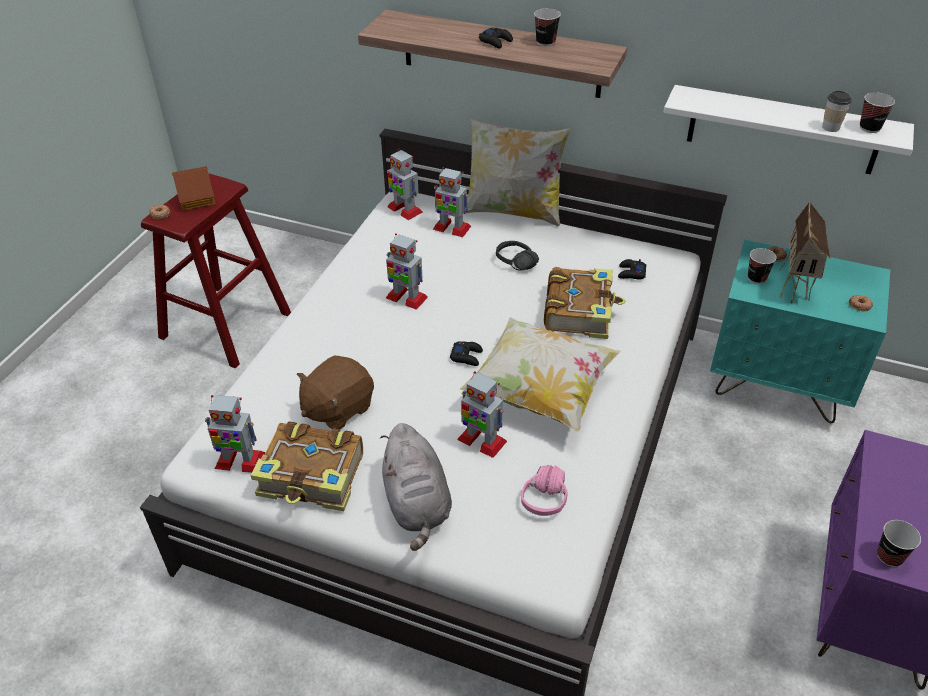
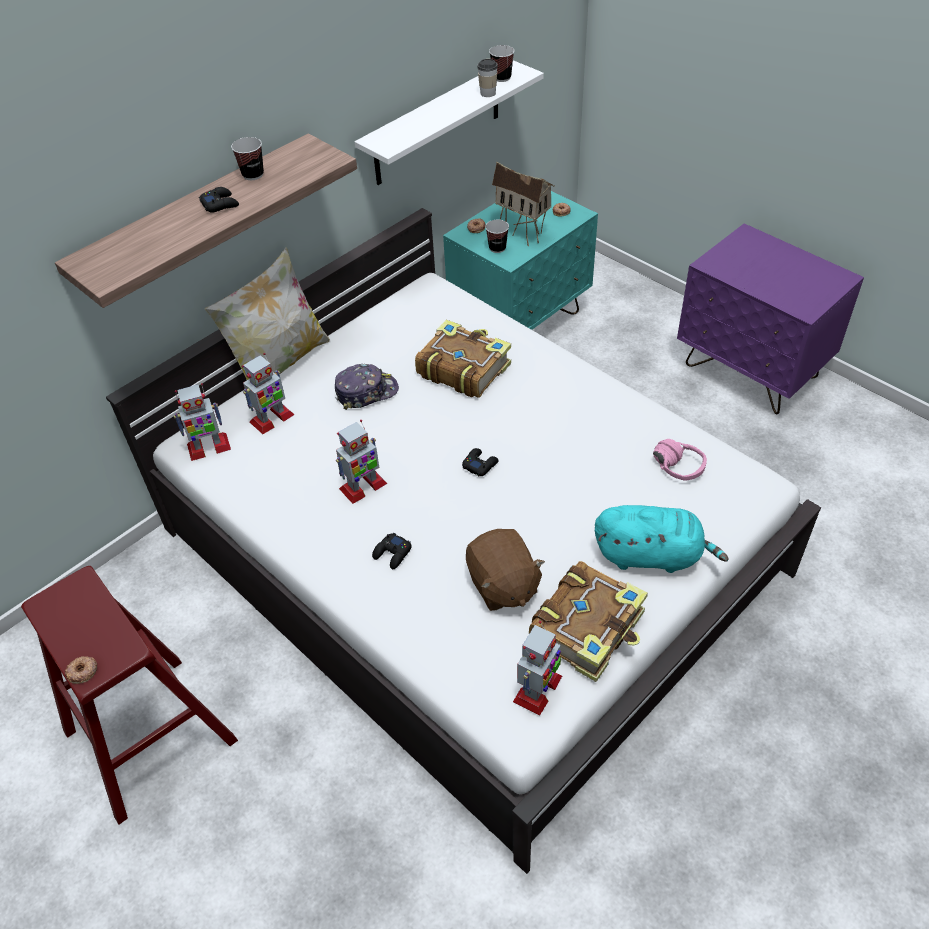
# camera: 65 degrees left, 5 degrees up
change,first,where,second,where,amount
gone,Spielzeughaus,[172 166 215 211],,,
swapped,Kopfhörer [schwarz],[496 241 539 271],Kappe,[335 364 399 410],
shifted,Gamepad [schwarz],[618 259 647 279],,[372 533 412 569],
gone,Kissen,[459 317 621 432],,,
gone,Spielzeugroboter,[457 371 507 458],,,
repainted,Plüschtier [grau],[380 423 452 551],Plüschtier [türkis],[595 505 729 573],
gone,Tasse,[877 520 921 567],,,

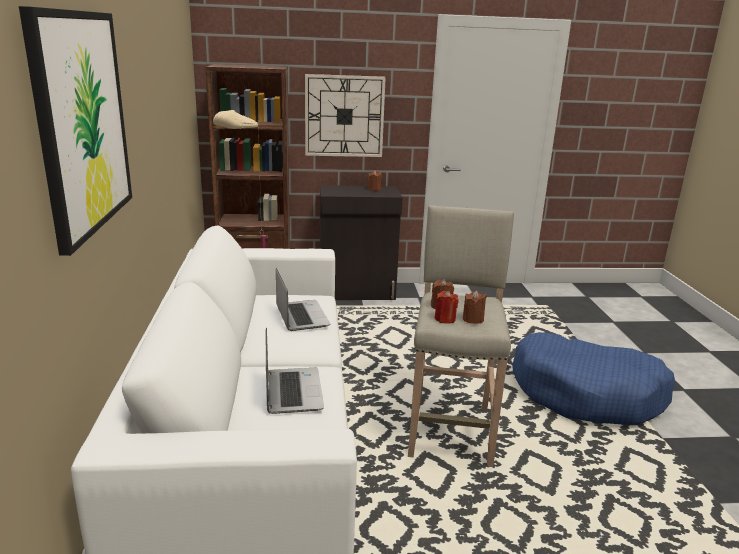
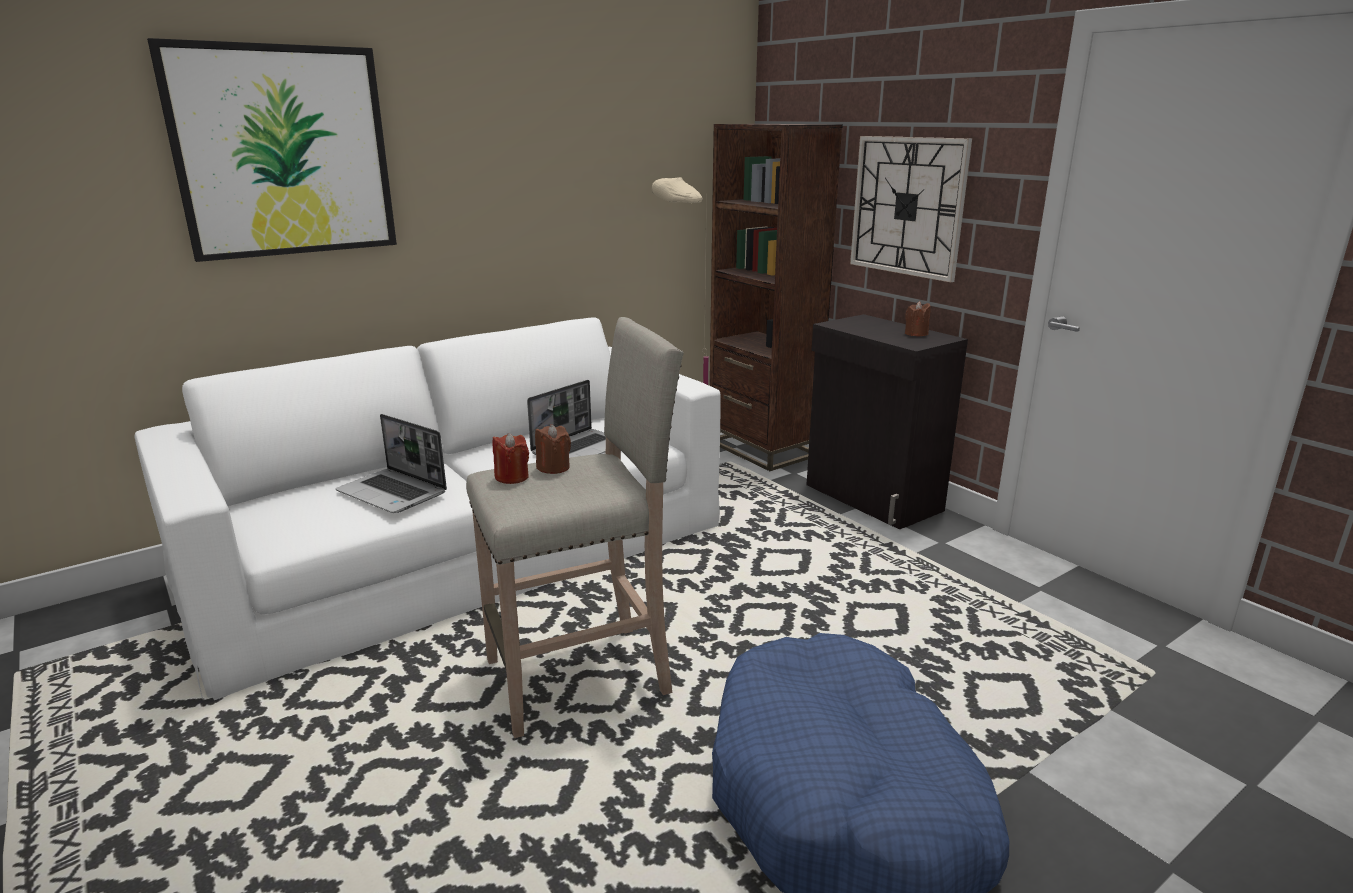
# camera: 60 degrees right, 0 degrees up
change,first,where,second,where,amount
gone,Kerze [braun],[463 291 487 324],,,
rotated,Laptop,[266 328 324 414],,[336 414 447 513],75 degrees clockwise

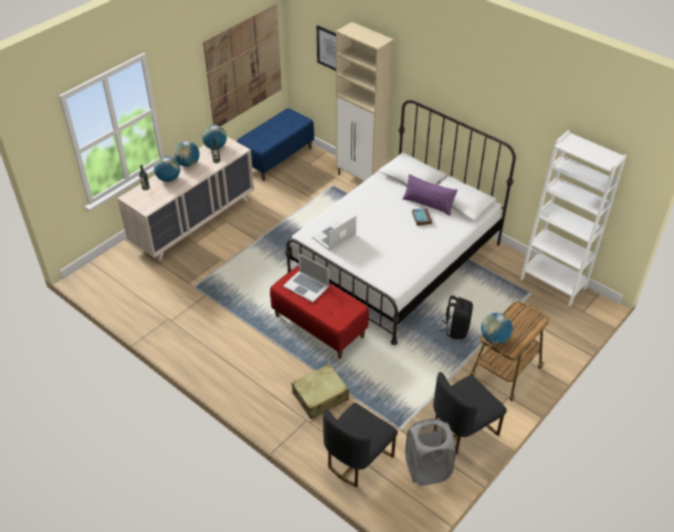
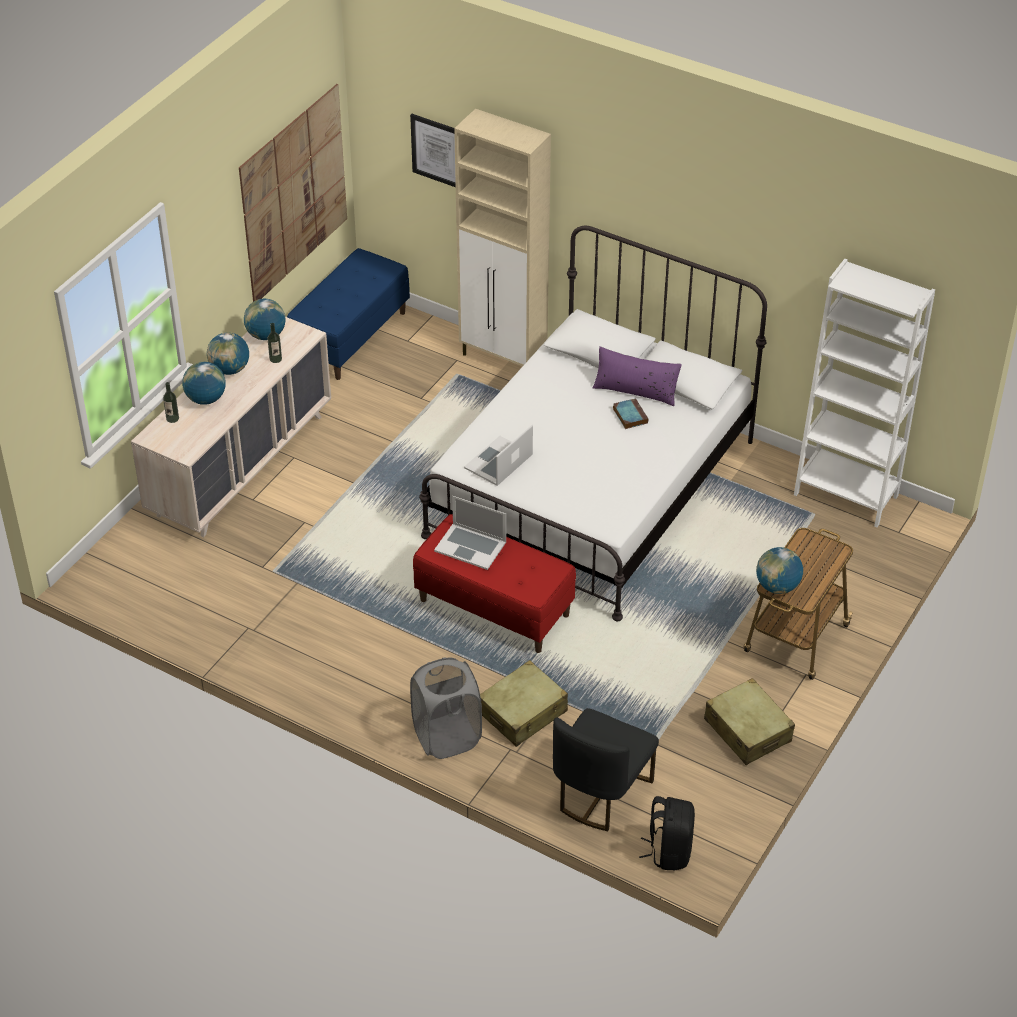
# camera: 10 degrees left, 0 degrees up
change,first,where,second,where,amount
shifted,Rucksack [schwarz],[439 296 473 340],,[639 796 695 870],
swapped,Stuhl [schwarz],[433 372 507 454],Koffer [beige],[704 678 795 765],
shifted,Wäschekorb [grau],[405 418 456 486],,[410 657 482 759],

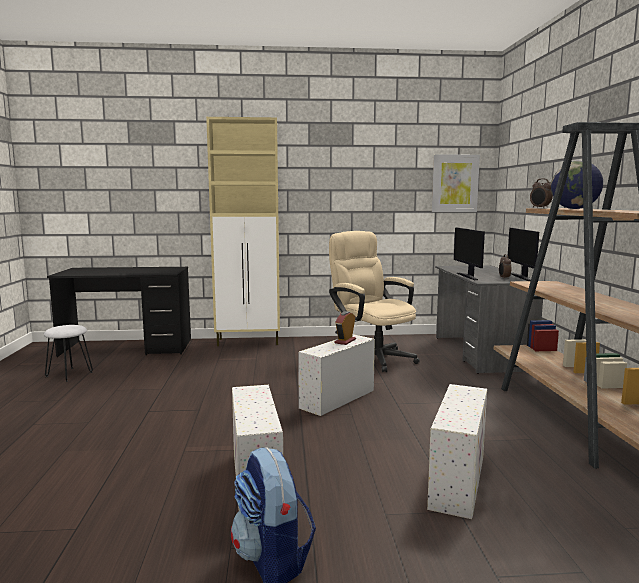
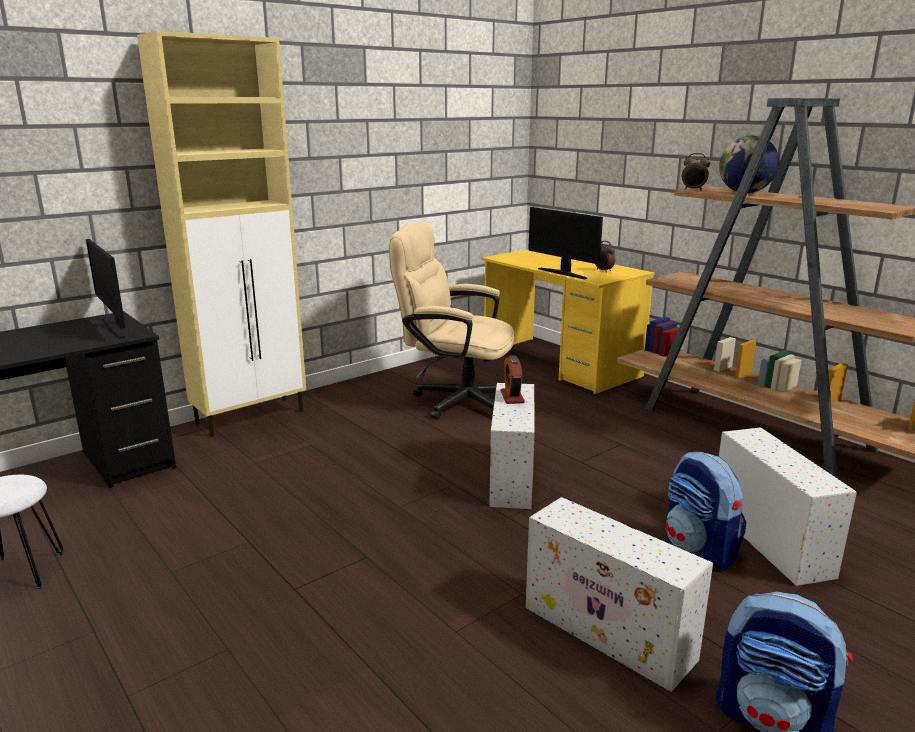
# camera: 35 degrees left, 10 degrees up
change,first,where,second,where,amount
gone,Bild,[432 154 480 212],,,
shifted,Monitor,[508 228 539 281],,[86 239 125 339],
repainted,Schreibtisch [grau],[435 265 543 374],Schreibtisch [gelb],[481 250 655 394],
new,,,Rucksack,[665 452 746 573],

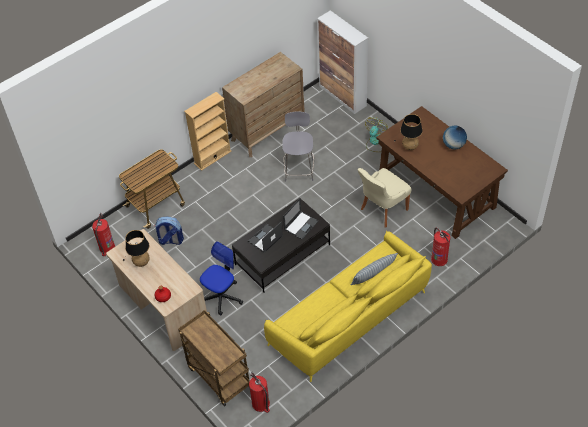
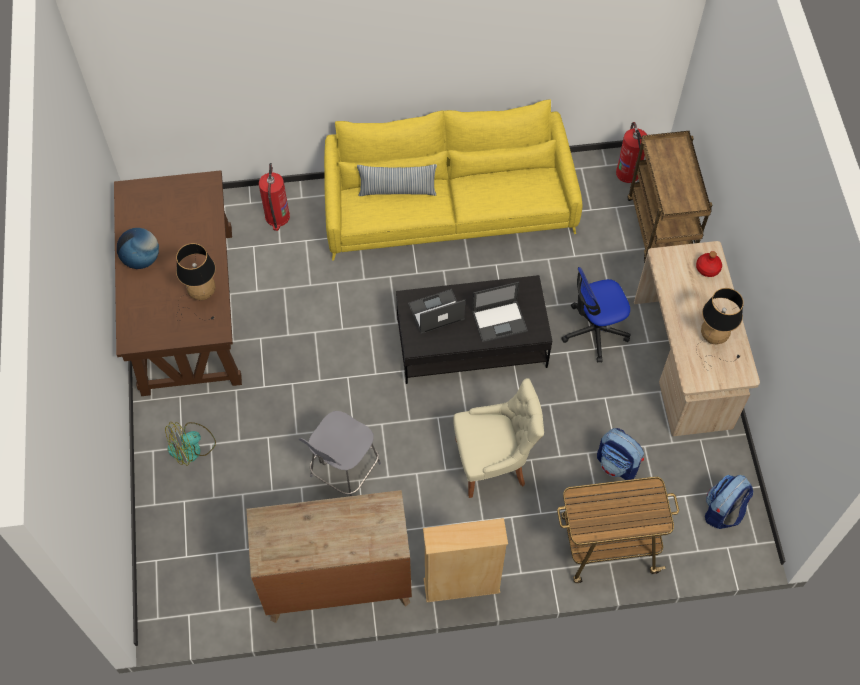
# camera: 150 degrees left, 10 degrees up
change,first,where,second,where,amount
gone,Schrank,[317 10 368 114],,,
shifted,Stuhl [beige],[357 168 411 227],,[453 378 544 498],
swapped,Feuerlöscher,[92 213 115 256],Rucksack,[705 475 753 529],

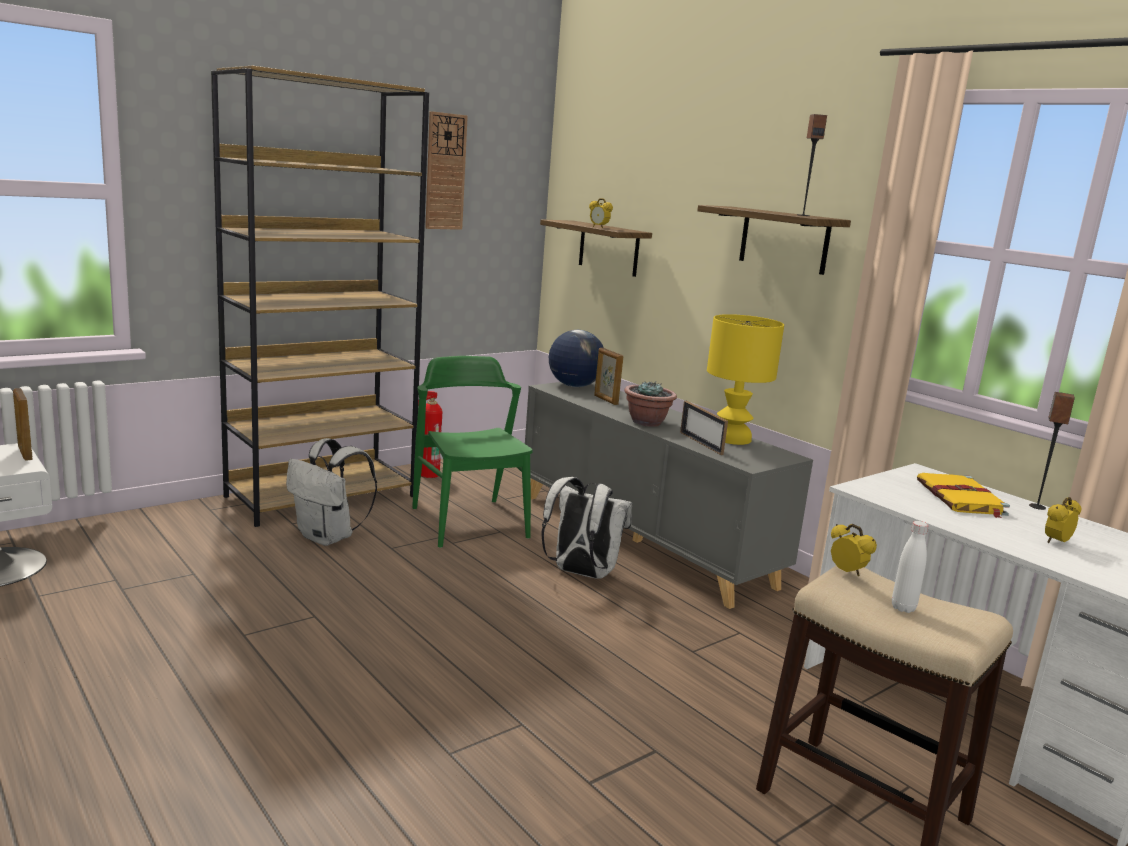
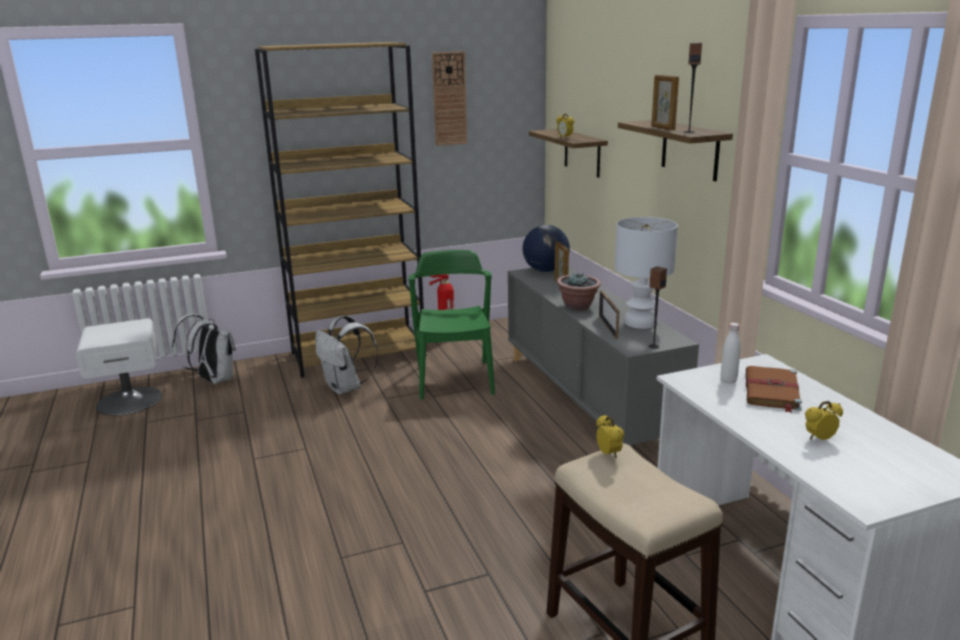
# camera: 20 degrees right, 5 degrees up
change,first,where,second,where,amount
repainted,Tischlampe [gelb],[707 314 784 445],Tischlampe [weiß],[615 217 678 329],
shifted,Bilderrahmen,[13 388 33 461],,[651 75 679 130],
shifted,Lautsprecher,[1029 392 1075 510],,[648 266 667 349],
repainted,Buch [gelb],[917 473 1010 518],Buch [braun],[746 366 802 413],
shifted,Rucksack [weiß],[541 477 632 579],,[172 314 236 384],
shifted,Flasche [weiß],[892 521 929 613],,[720 323 740 384],

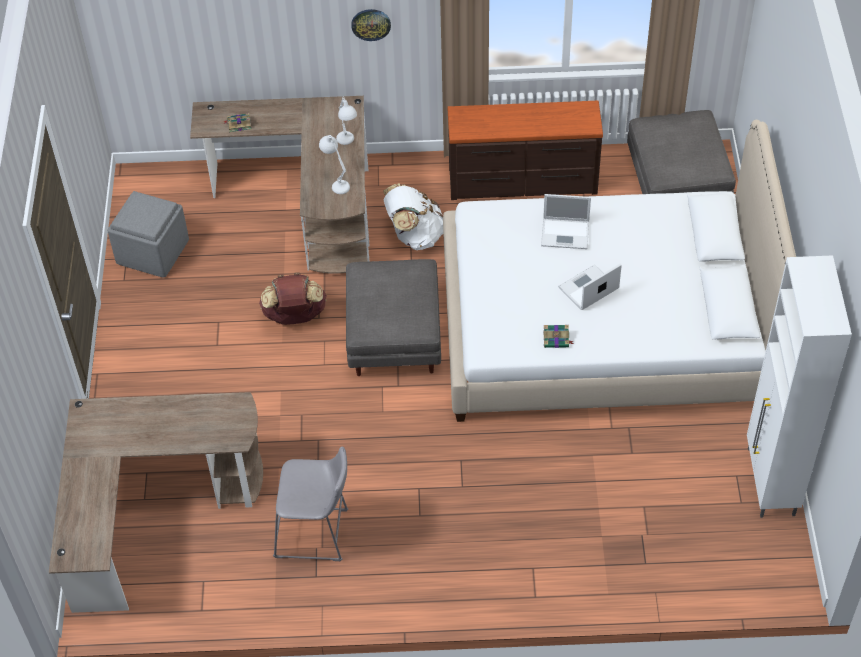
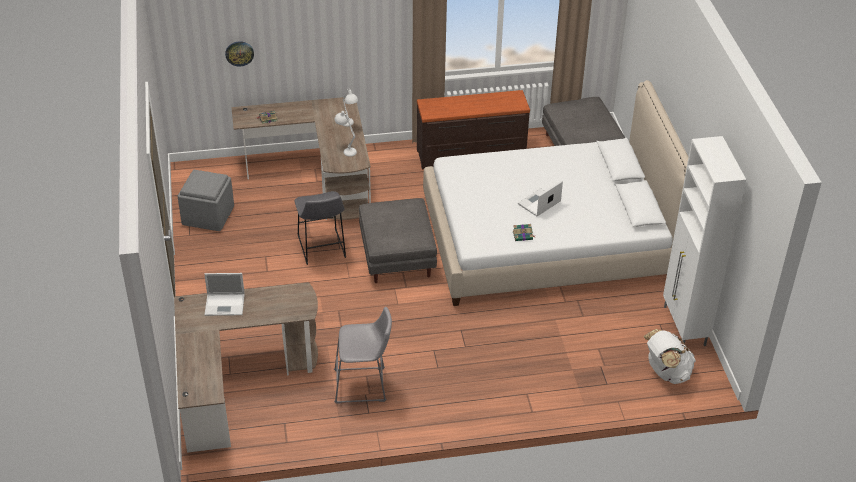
# camera: 10 degrees left, 10 degrees down
change,first,where,second,where,amount
shifted,Wanduhr,[351 9 391 41],,[225 41 254 67],
shifted,Rucksack [weiß],[383 183 443 250],,[644 329 696 384],
shifted,Laptop,[541 194 591 249],,[204 273 245 316],
swapped,Rucksack [braun],[259 272 327 325],Hocker [grau],[295 191 346 265],

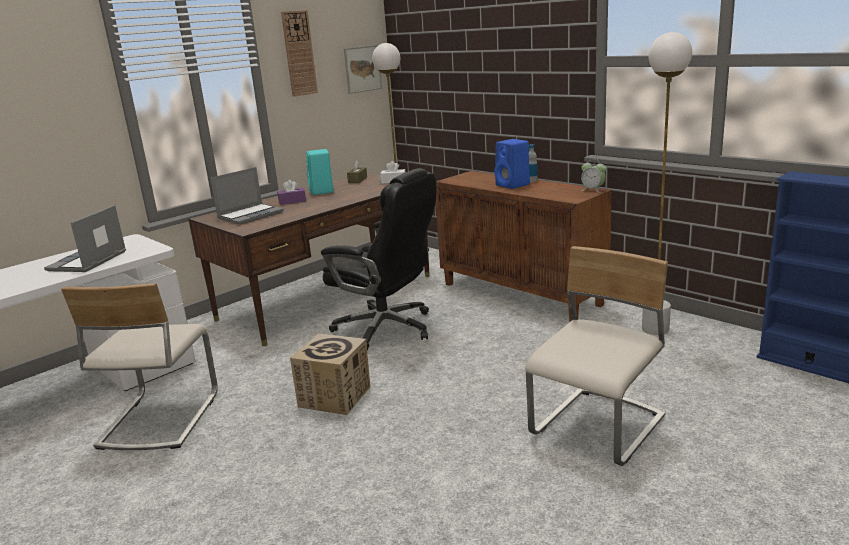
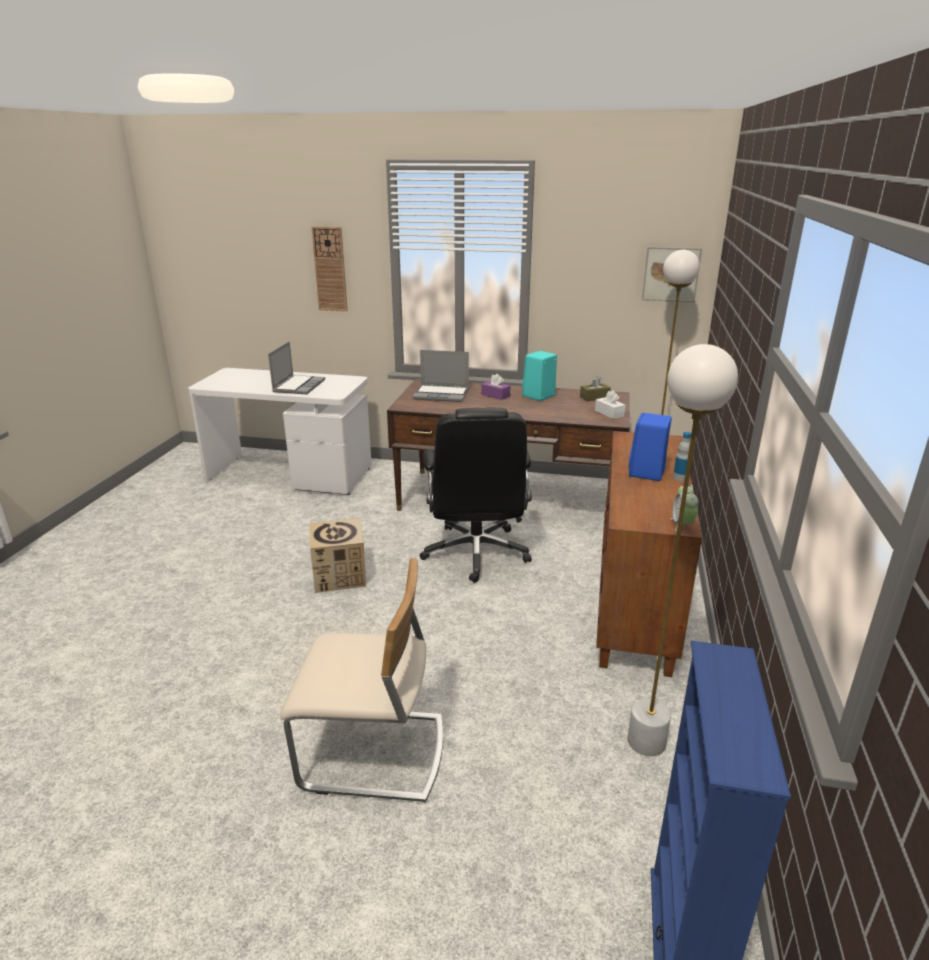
# camera: 55 degrees right, 5 degrees up
change,first,where,second,where,amount
shifted,Wanduhr,[281 10 318 97],,[312 227 348 311],
rotated,Laptop,[44 205 126 272],,[268 341 325 394],120 degrees clockwise
gone,Stuhl [beige],[61 283 218 450],,,

